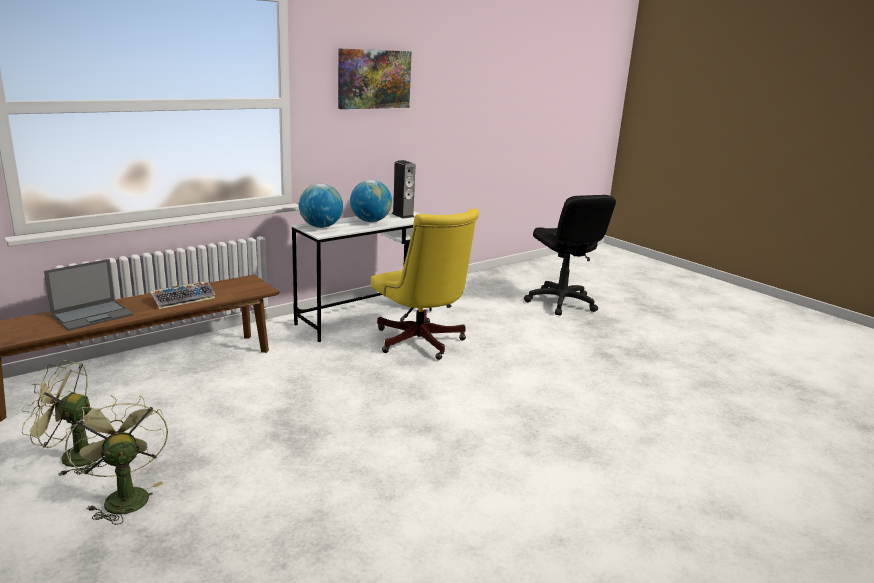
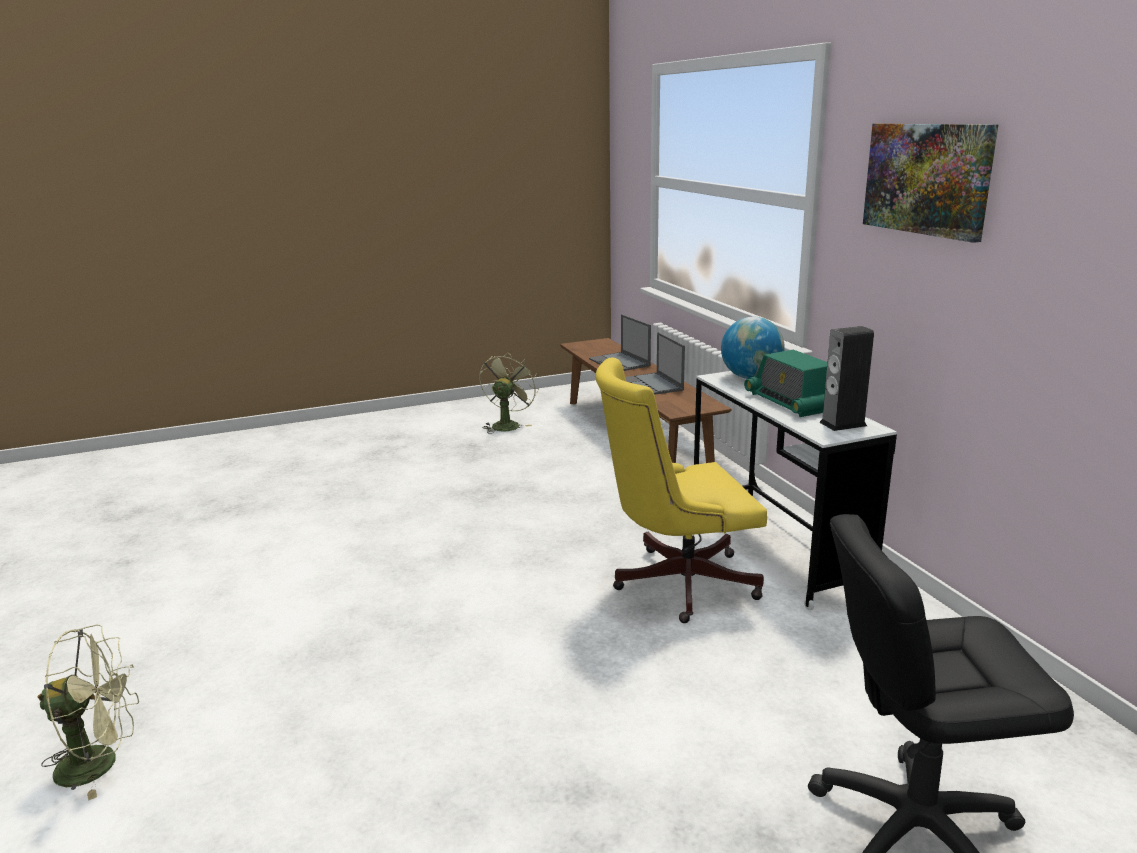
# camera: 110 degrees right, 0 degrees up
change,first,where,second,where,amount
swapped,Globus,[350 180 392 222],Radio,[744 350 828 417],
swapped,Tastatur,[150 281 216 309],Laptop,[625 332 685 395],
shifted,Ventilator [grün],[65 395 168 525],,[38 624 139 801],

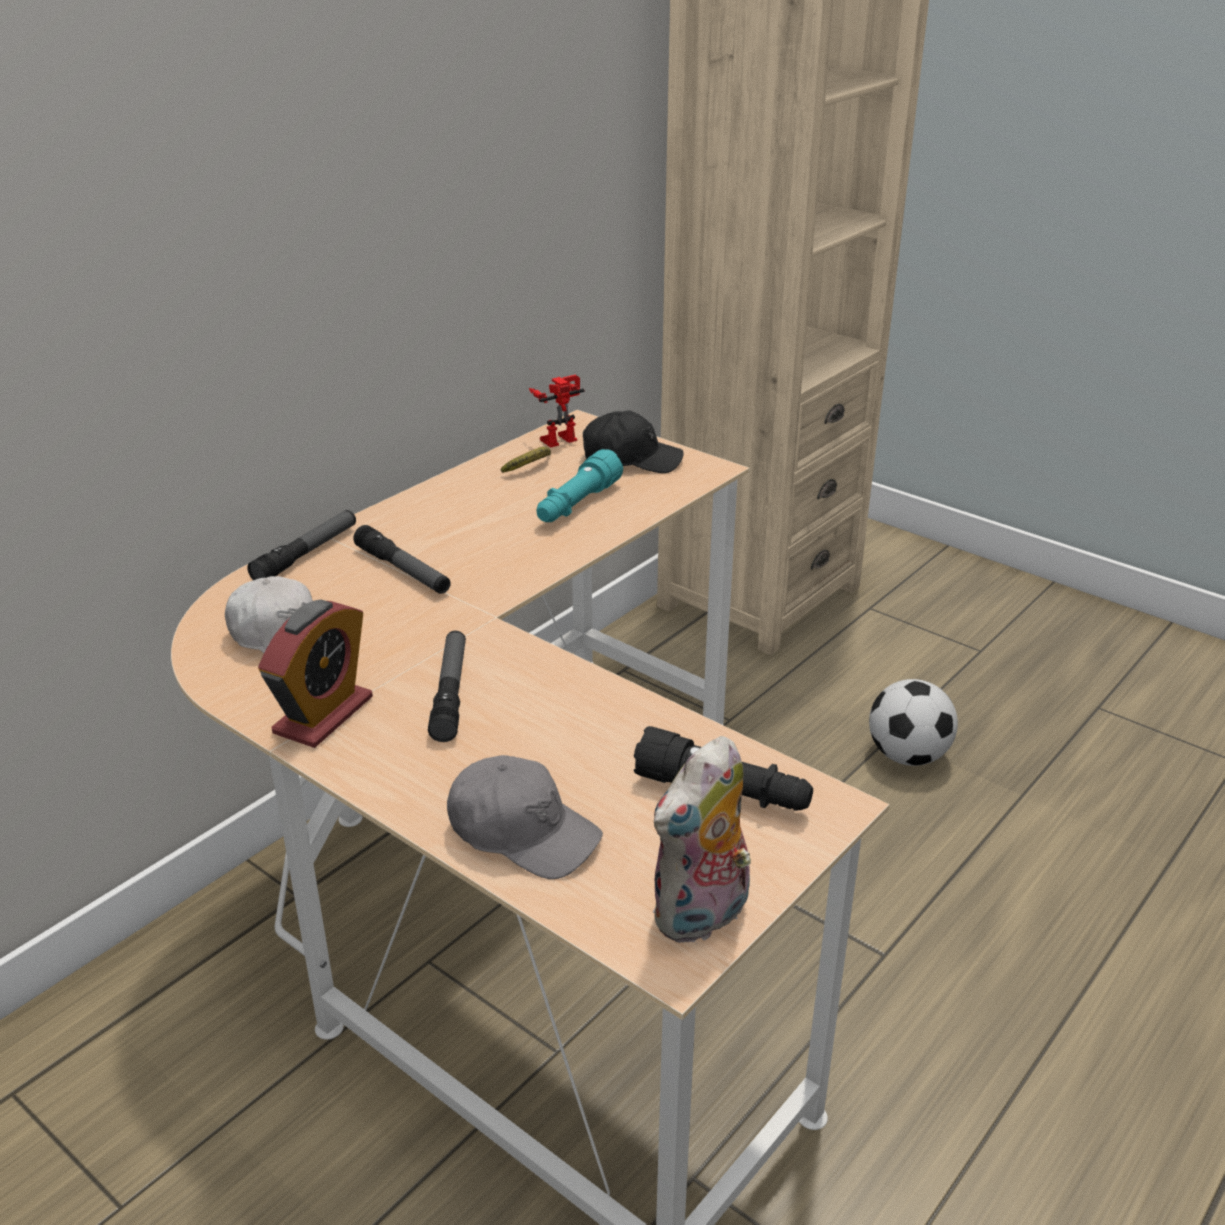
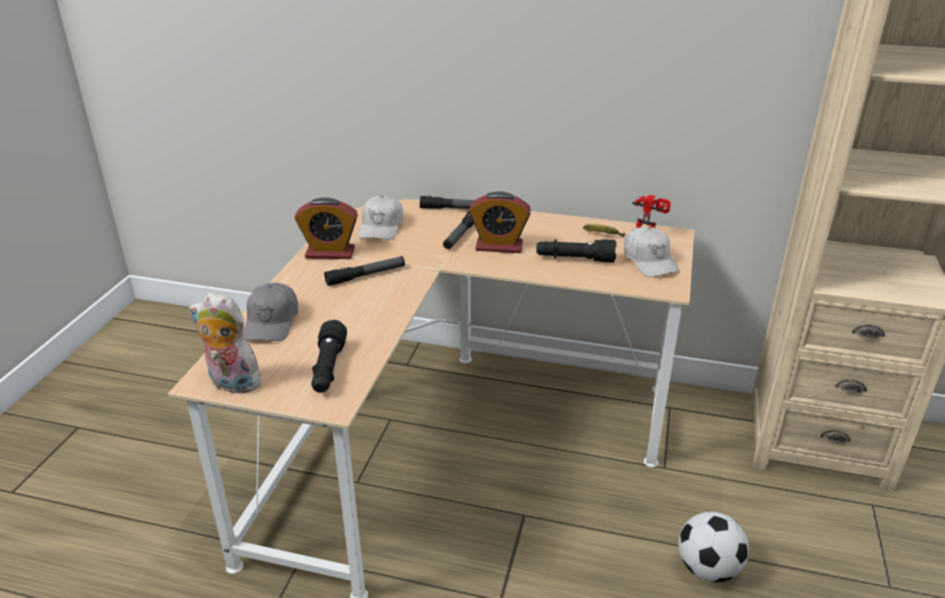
# camera: 65 degrees right, 0 degrees up
change,first,where,second,where,amount
repainted,Kappe [schwarz],[583 411 684 473],Kappe [weiß],[624 227 680 277],
repainted,Taschenlampe [türkis],[536 449 623 522],Taschenlampe [schwarz],[536 239 617 263],
new,,,Wecker,[469 191 531 253],

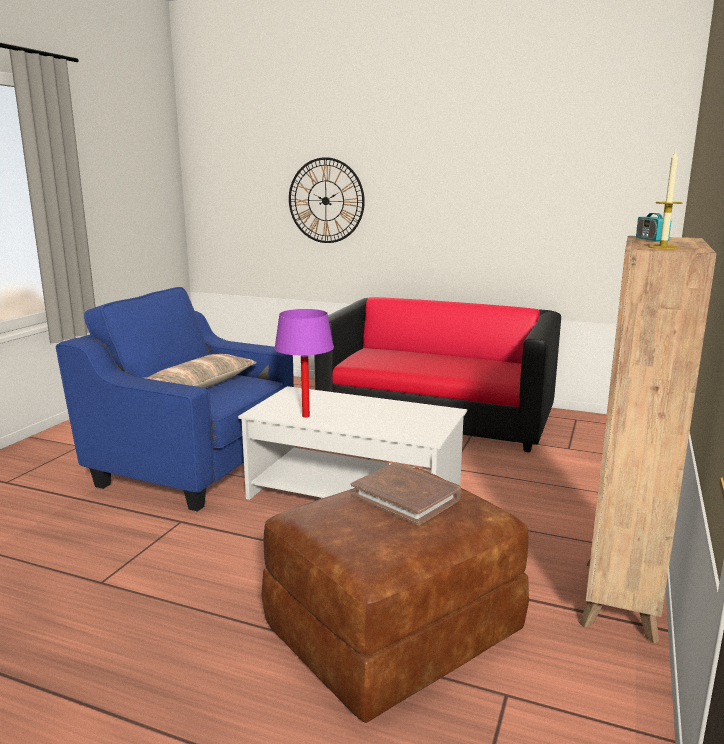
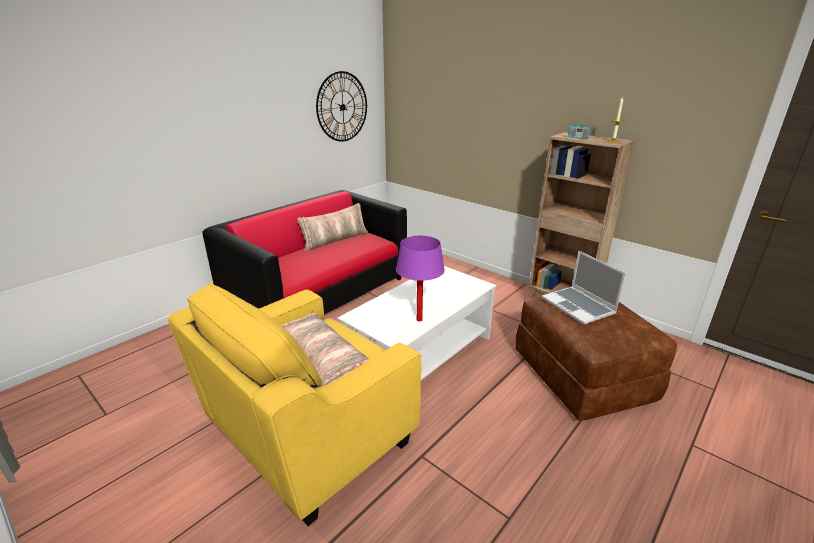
# camera: 70 degrees left, 10 degrees up
change,first,where,second,where,amount
shifted,Wanduhr,[289 157 365 243],,[316 71 367 142],
repainted,Sessel [blau],[56 287 294 512],Sessel [gelb],[168 283 421 526],
swapped,Buch [braun],[351 462 462 526],Laptop,[542 251 626 325],
new,,,Kissen,[297 203 368 251],

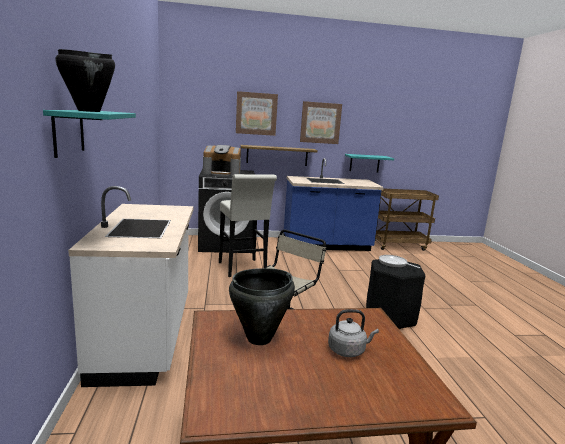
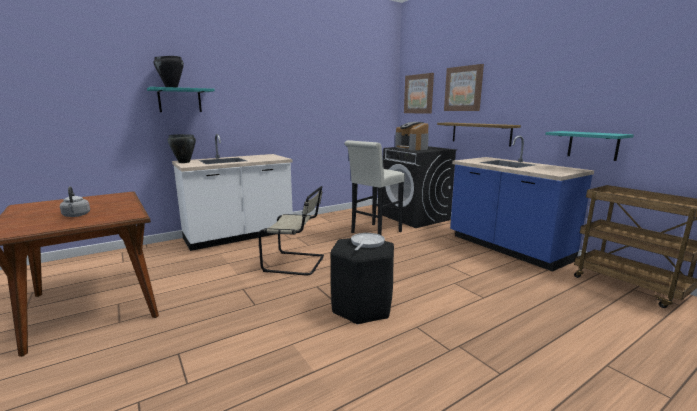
# camera: 65 degrees right, 0 degrees up
change,first,where,second,where,amount
shifted,Bild,[300 101 342 144],,[404 73 434 114],
shifted,Kochtopf [schwarz],[229 268 295 345],,[168 134 196 163],

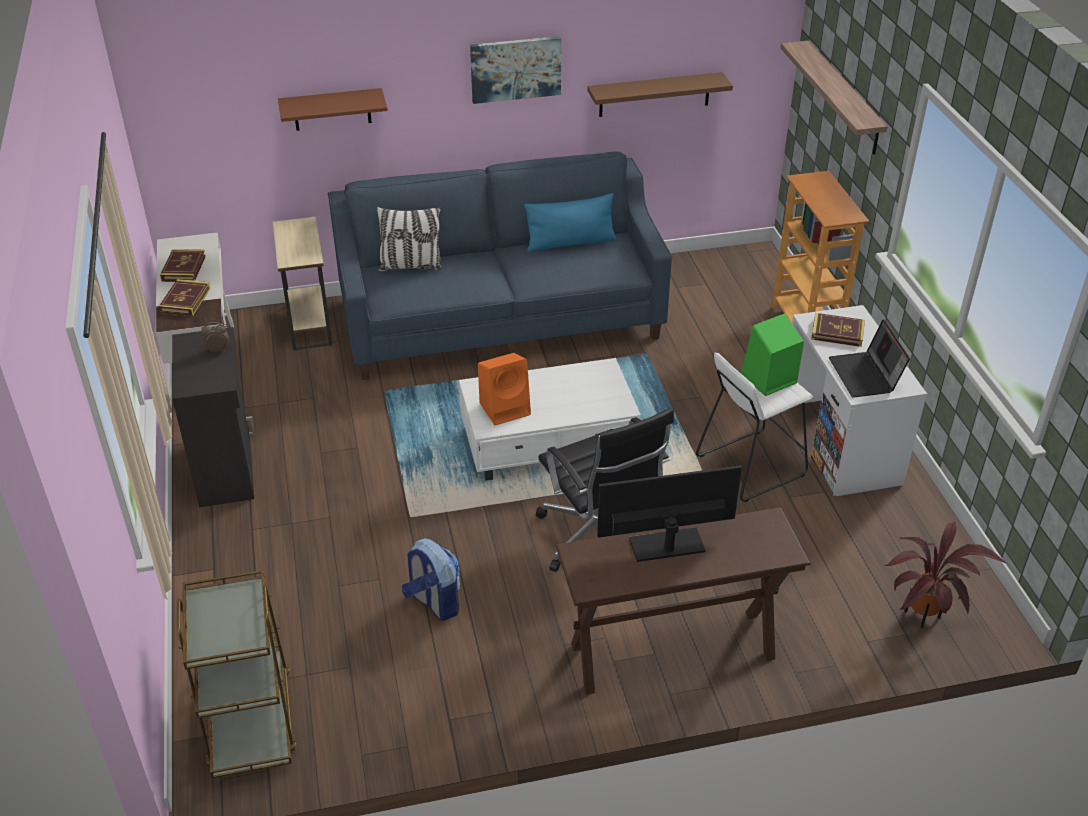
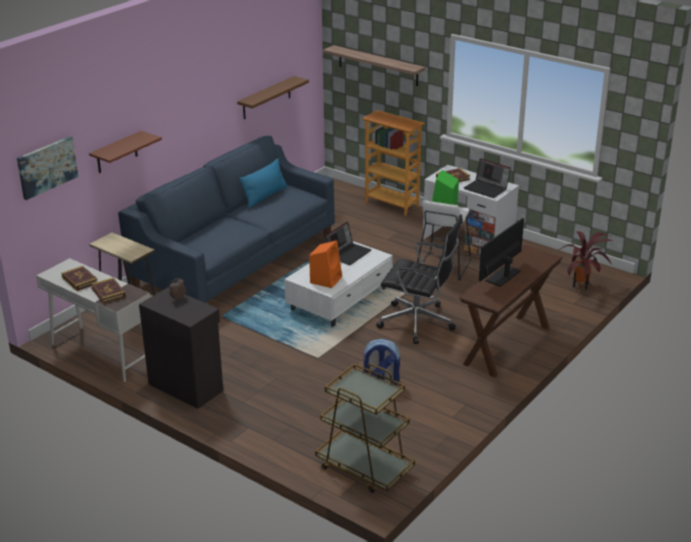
# camera: 40 degrees left, 10 degrees down
change,first,where,second,where,amount
shifted,Bild,[470 36 562 104],,[17 136 78 200],
gone,Kissen,[376 207 443 271],,,
new,,,Laptop,[325 222 371 265],

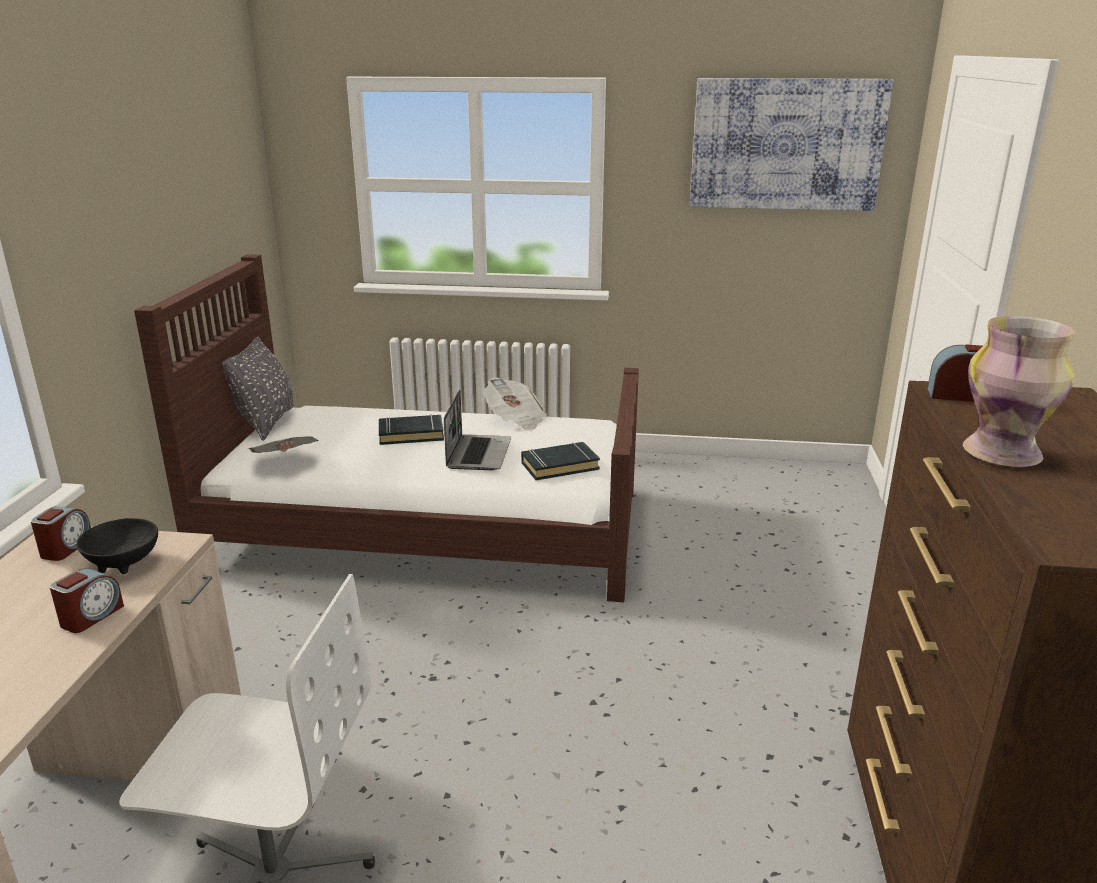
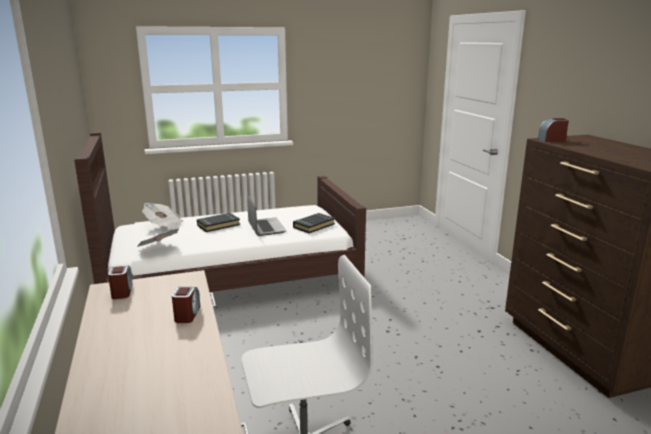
# camera: 25 degrees left, 5 degrees down
change,first,where,second,where,amount
gone,Bild,[690 78 893 211],,,
gone,Vase,[963 316 1075 467],,,
gone,Kissen [grau],[222 336 294 441],,,
shifted,Zeitung,[483 378 547 431],,[142 203 183 230],
gone,Schüssel [schwarz],[76 518 158 574],,,

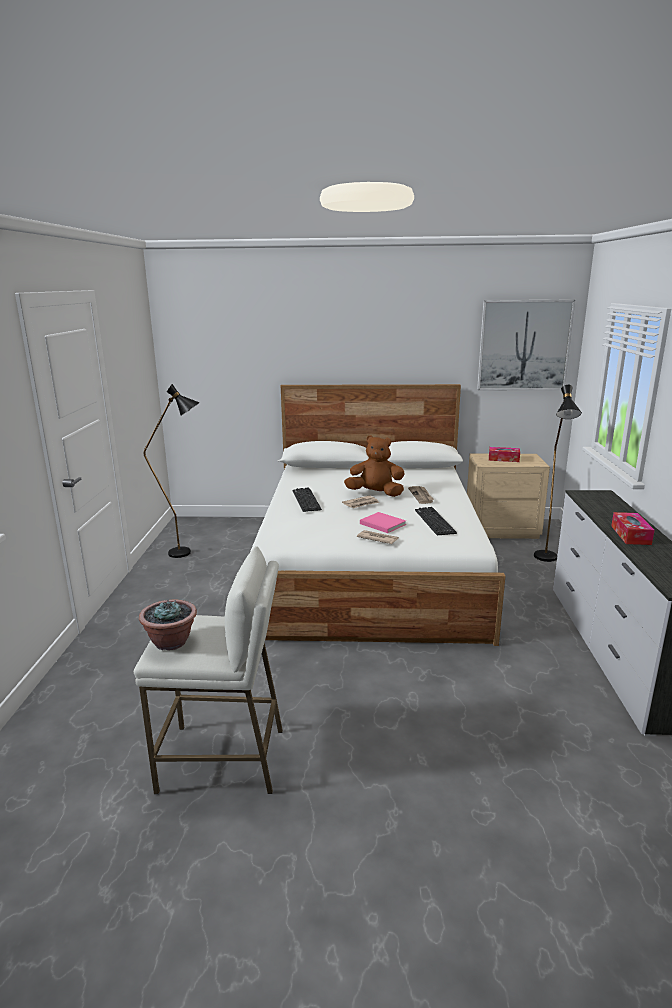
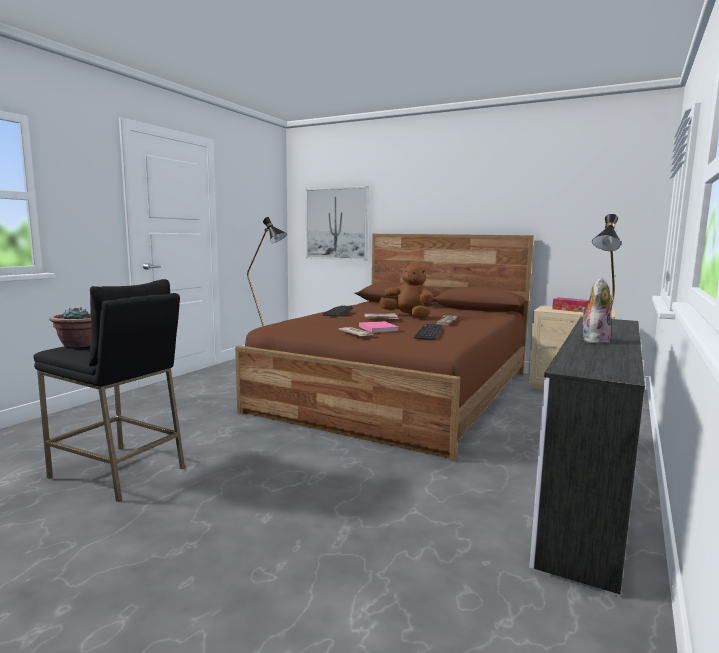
# camera: 25 degrees right, 10 degrees down
change,first,where,second,where,amount
shifted,Bild,[477 299 575 390],,[306 186 369 260],
repainted,Bett [weiß],[250 384 505 646],Bett [braun],[235 234 534 461],
swapped,Taschentuchbox,[611 512 655 545],Plüschtier,[581 278 611 344],
repainted,Hocker [weiß],[134 546 283 794],Hocker [schwarz],[33 279 185 502],

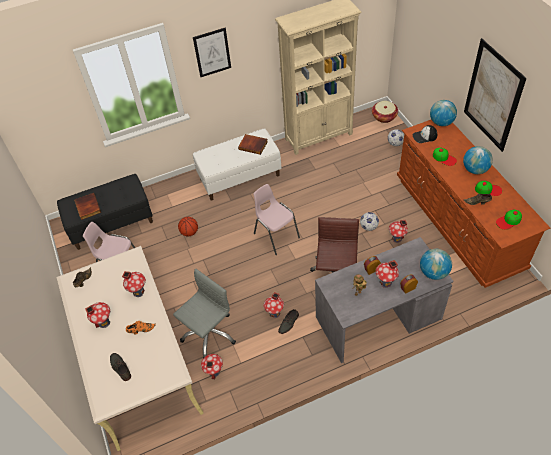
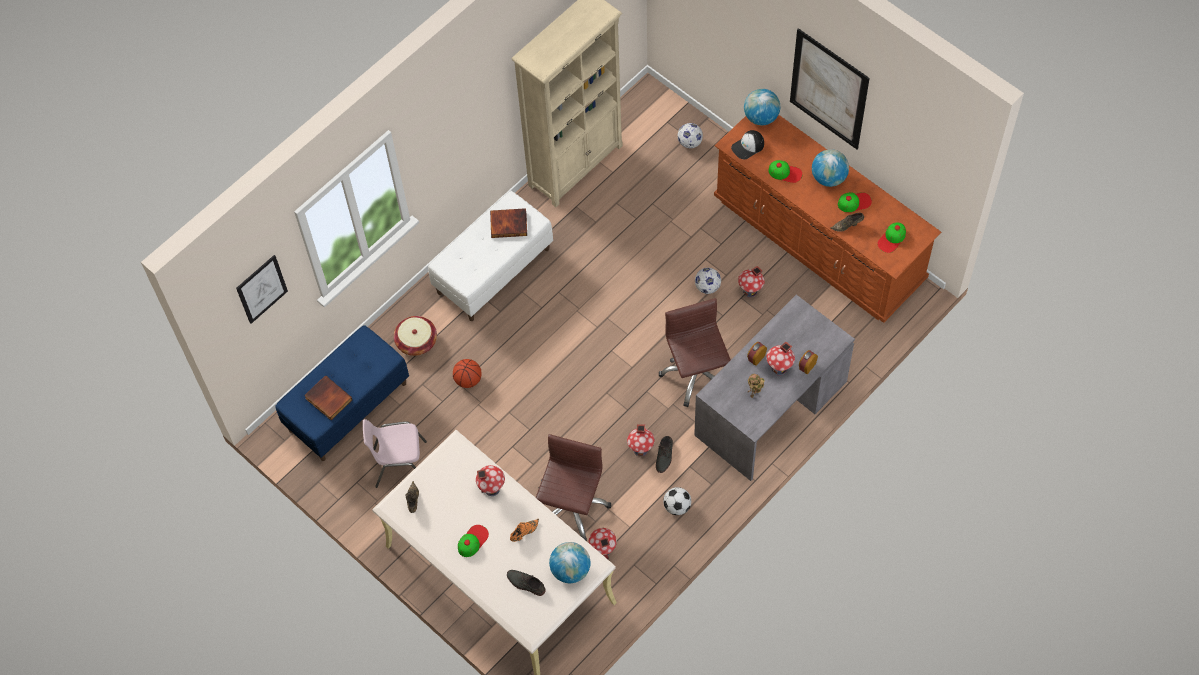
# camera: 25 degrees left, 10 degrees up
change,first,where,second,where,amount
shifted,Bild,[193 28 231 77],,[236 255 288 324],
shifted,Korb,[372 101 398 123],,[394 316 437 356],
repainted,Bank [schwarz],[57 174 153 250],Bank [blau],[275 325 409 461],
gone,Stuhl [rosa],[254 184 300 255],,,
shifted,Globus,[420 249 452 280],,[549 542 591 583],
repainted,Bürostuhl [grau],[173 269 236 358],Bürostuhl [braun],[536 434 611 541],
swapped,Spielzeughaus,[85 302 110 328],Kappe,[458 525 489 557],
new,,,Fußball,[663 487 691 515],

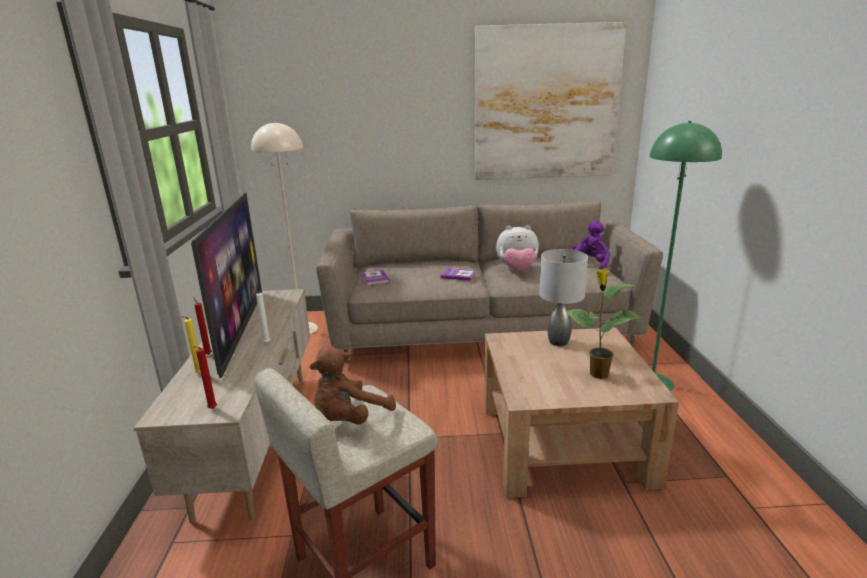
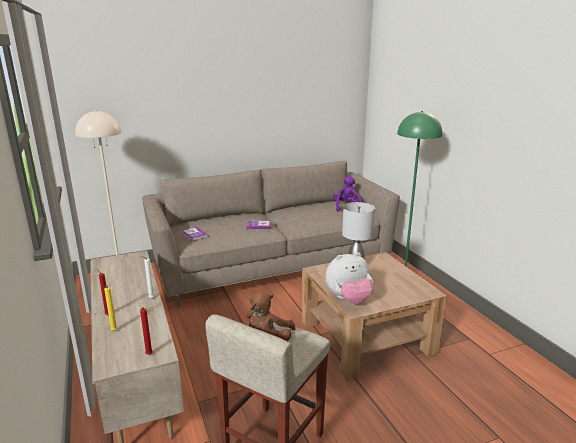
# camera: 20 degrees left, 0 degrees up
change,first,where,second,where,amount
gone,Bild,[475 22 627 180],,,
gone,Fernseher,[191 193 262 378],,,
shifted,Plüschtier,[496 225 539 271],,[326 252 374 304],
gone,Topfpflanze,[565 269 641 379],,,

